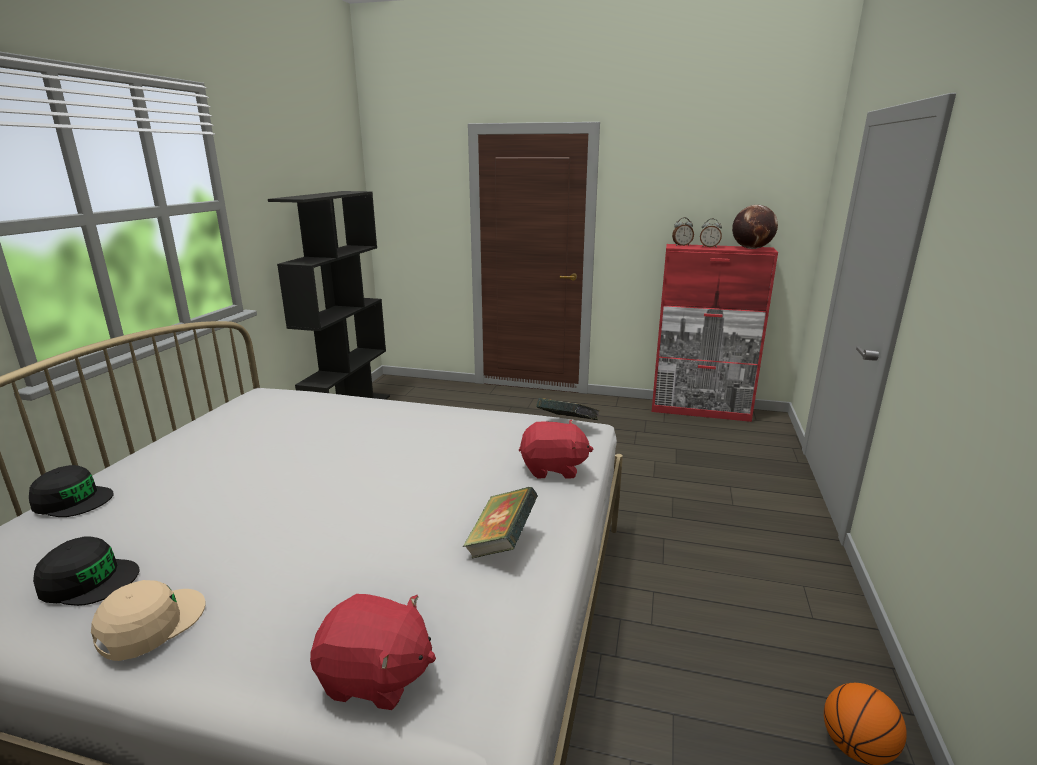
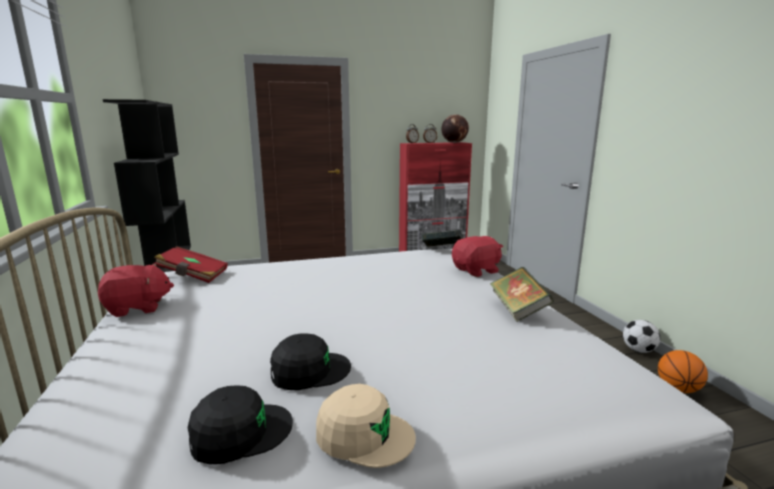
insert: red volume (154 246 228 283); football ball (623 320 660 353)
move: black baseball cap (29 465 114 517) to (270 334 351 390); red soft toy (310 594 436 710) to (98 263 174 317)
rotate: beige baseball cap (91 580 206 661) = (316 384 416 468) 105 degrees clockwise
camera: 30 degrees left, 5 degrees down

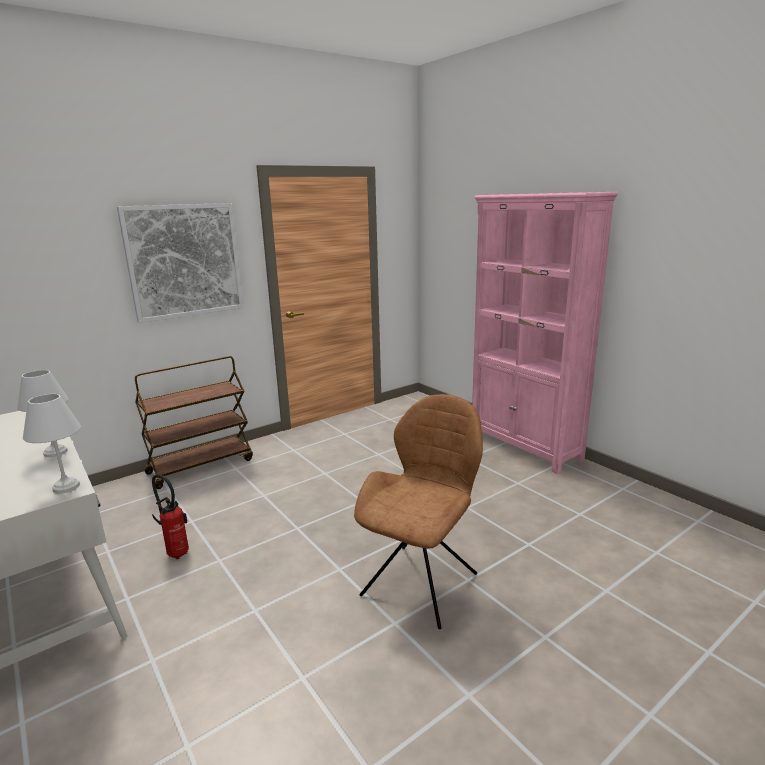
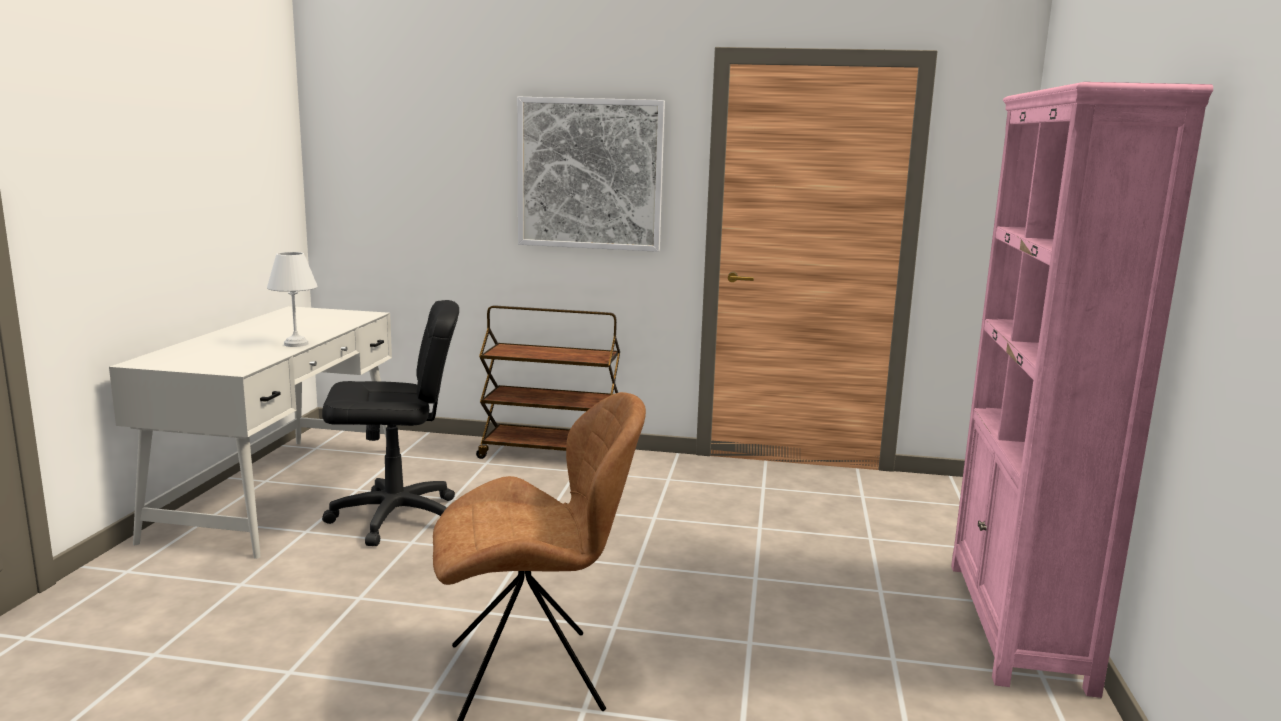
delete: whitish table lamp (23 394 81 494)
replace: fire extinguisher (152 474 189 559) to black computer chair (322 300 459 546)
camera: 45 degrees right, 5 degrees down

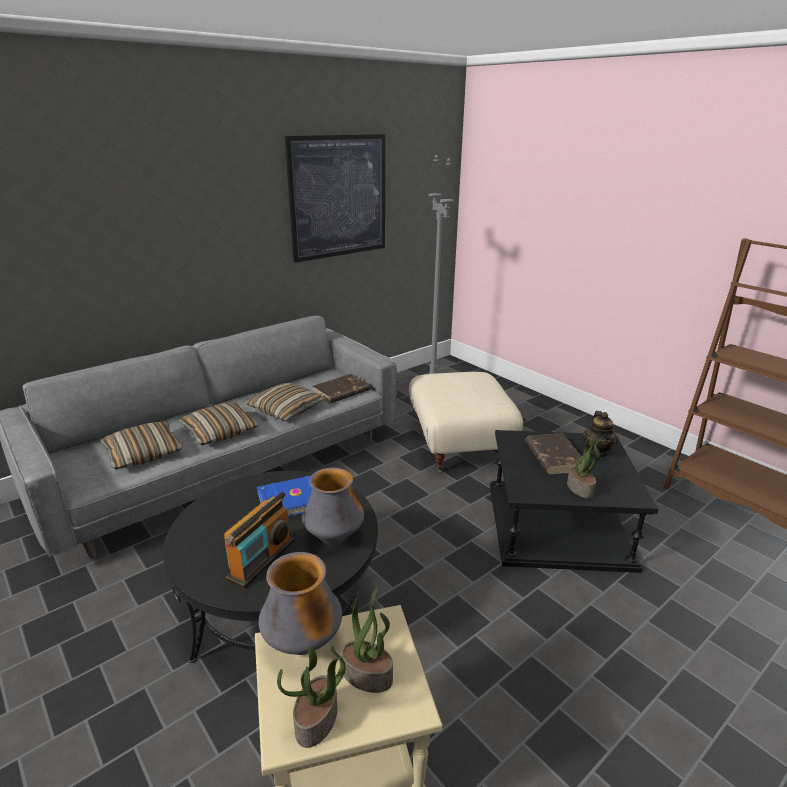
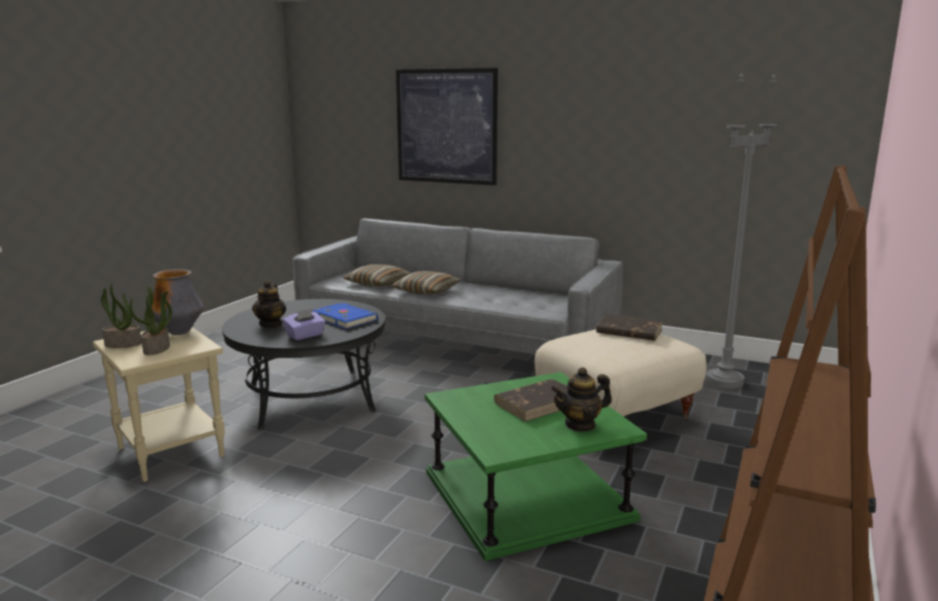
delete: pillow (245 383 325 421); plant in a pot (567 438 602 498)
move: wall art (285 134 385 263) to (396 68 498 185); brown-coloured volume (312 374 370 404) to (596 314 663 341)
replace: vase (302 468 364 546) to purple-coloured tissue holder (283 308 325 340); radio (224 492 294 589) to tea pot (252 281 286 327)
recolor: black accent table (490 430 659 573) to green accent table (425 372 647 561)
camera: 65 degrees right, 10 degrees down

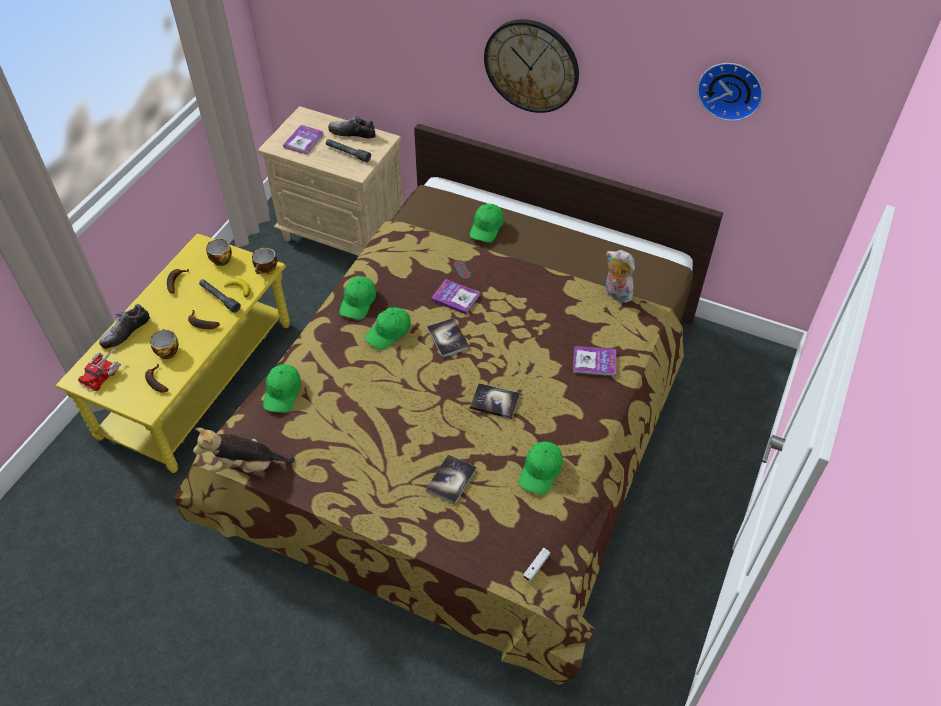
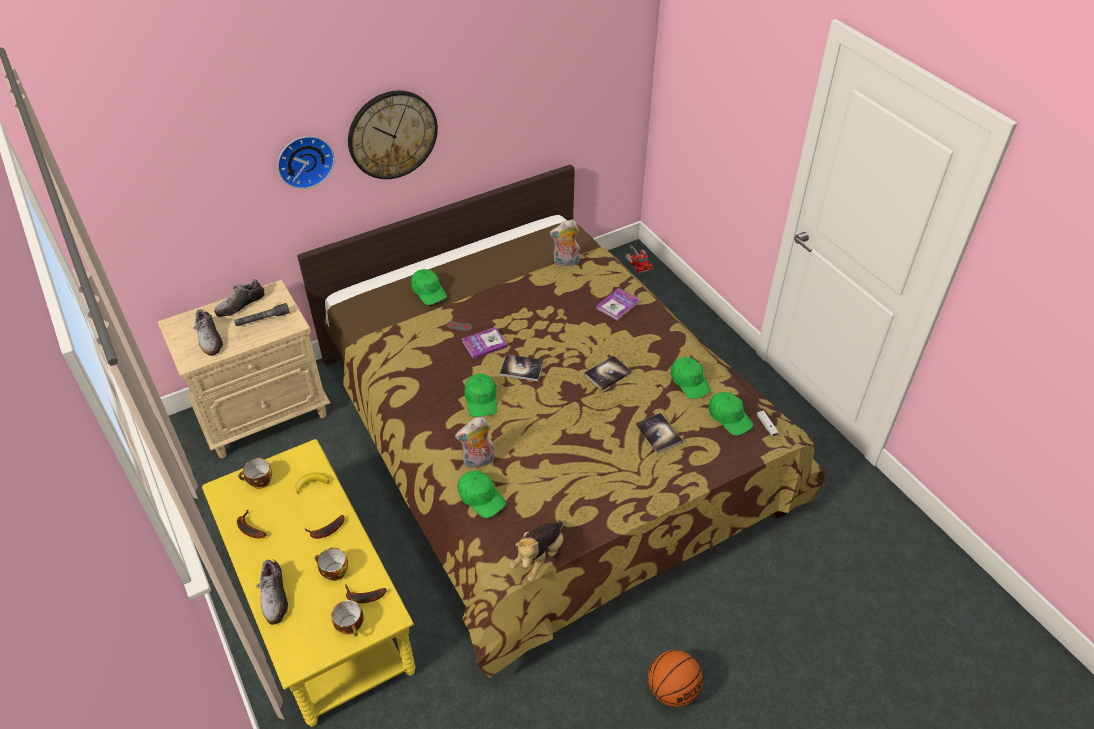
delete: gray torch (199 279 241 313)
insert: soft toy (455 417 494 469); ball for basketball (648 650 703 707)
move: hanging clock (697 63 763 121) to (277 136 335 189); cup (252 248 277 275) to (331 600 364 636); green baseball cap (339 276 376 320) to (709 392 754 436); toy lorry (78 347 121 391) to (625 246 653 273)
replace: volume (283 125 324 155) to shoe (193 309 223 356)
camera: 55 degrees left, 5 degrees down

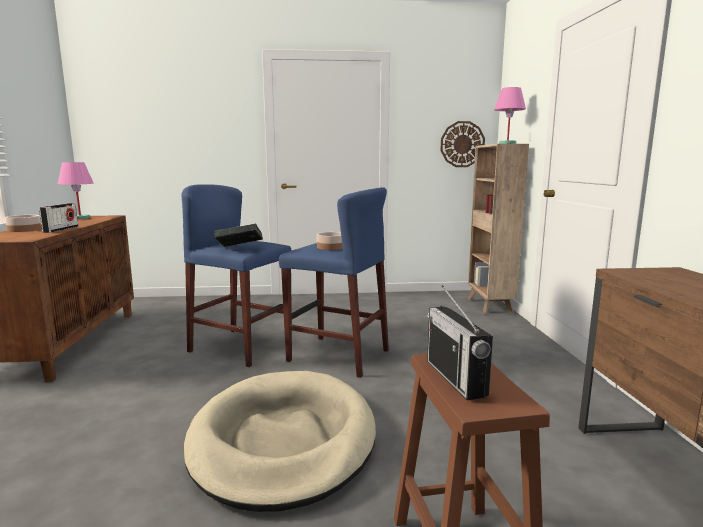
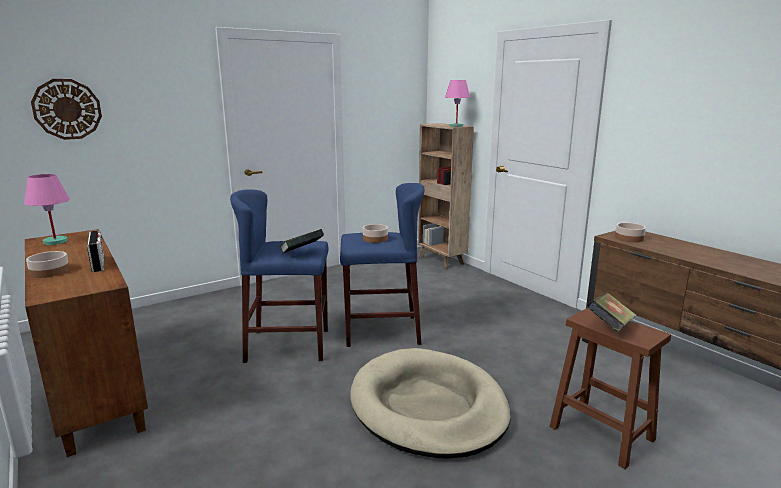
insert: bowl (615 223 646 242)
move: hanging clock (440 121 485 167) to (31 79 102 140)
replace: radio (427 285 493 400) to volume (587 292 636 332)
camera: 30 degrees left, 5 degrees up

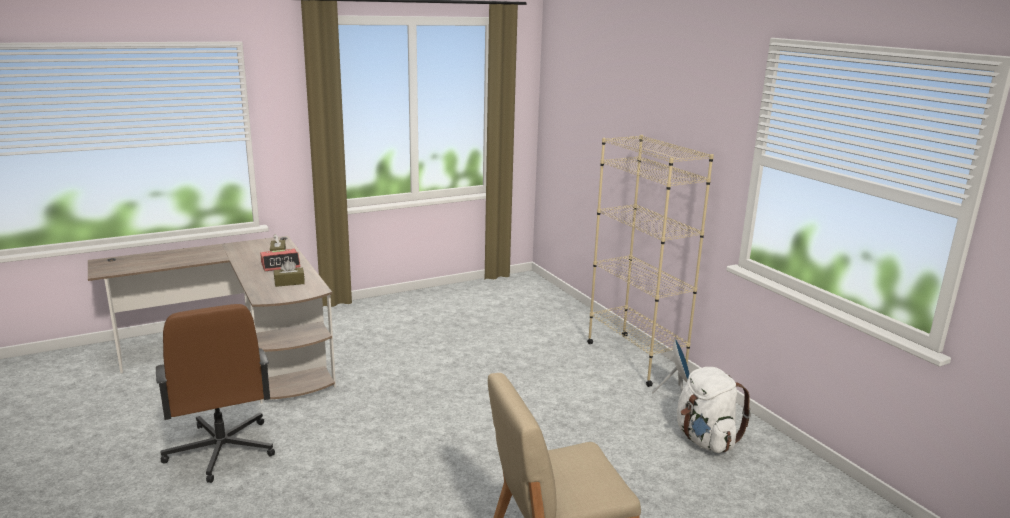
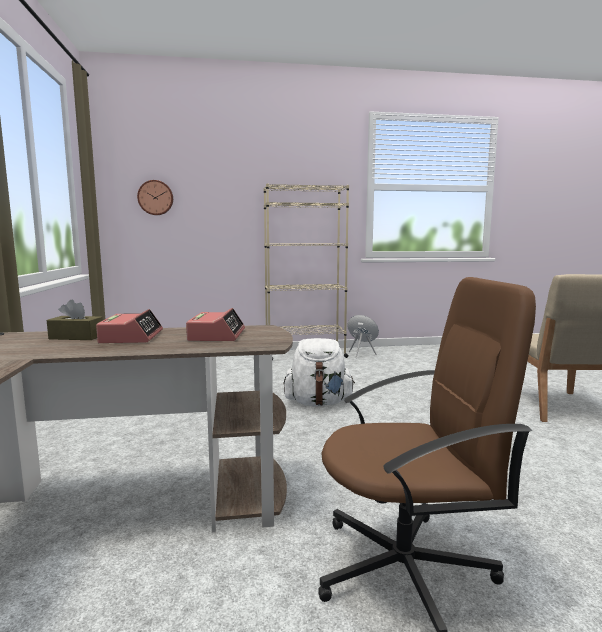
insert: hanging clock (137 180 173 215)
move: whitish backpack (677 367 751 453) to (283 338 355 406)
replace: brown-coloured tissue holder (274 260 305 287) to bedside clock (186 308 245 341)
camera: 70 degrees left, 10 degrees down

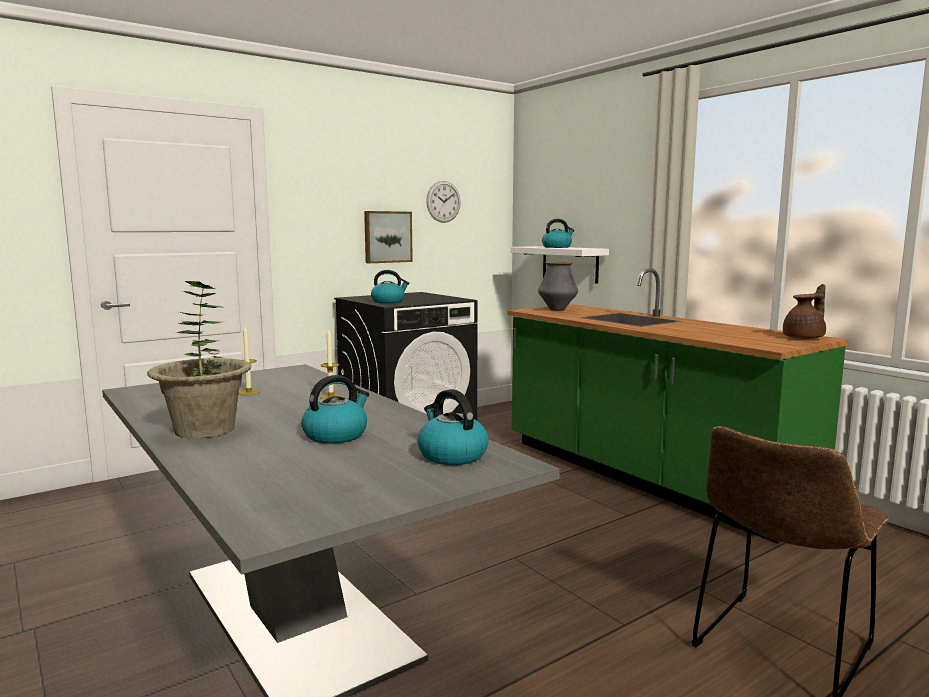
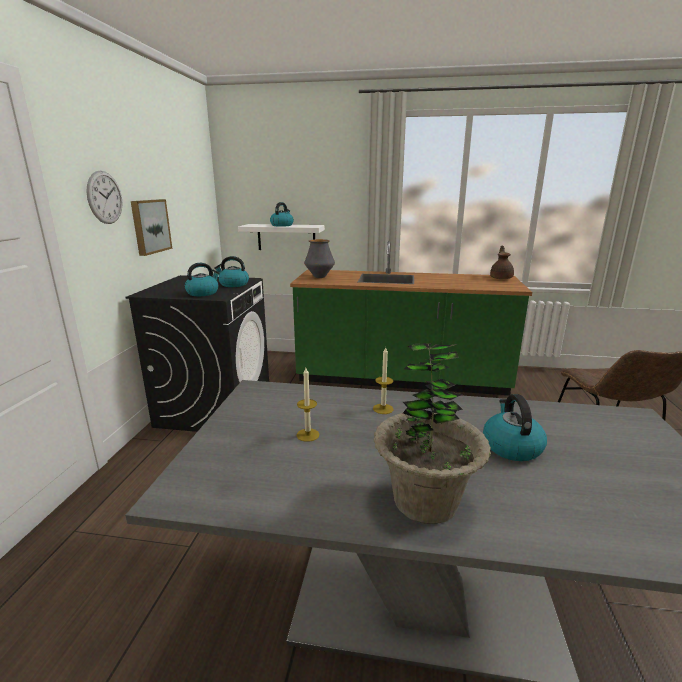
move: hanging clock (426 181 461 223) to (86 171 123 224); kettle (418 389 488 465) to (214 256 249 287)
camera: 45 degrees left, 10 degrees up

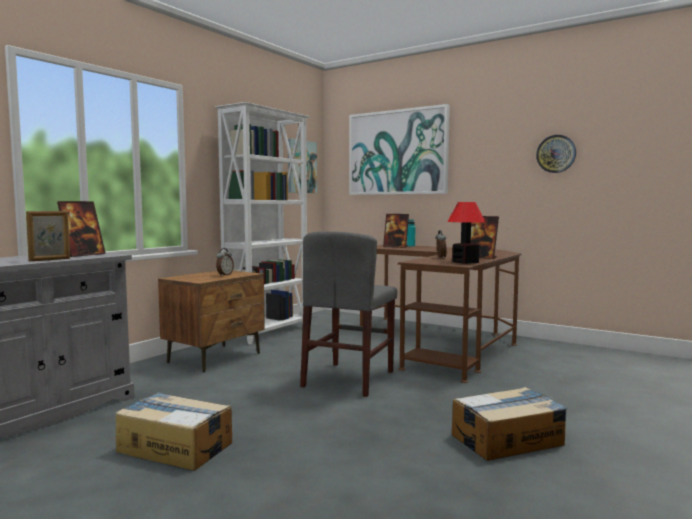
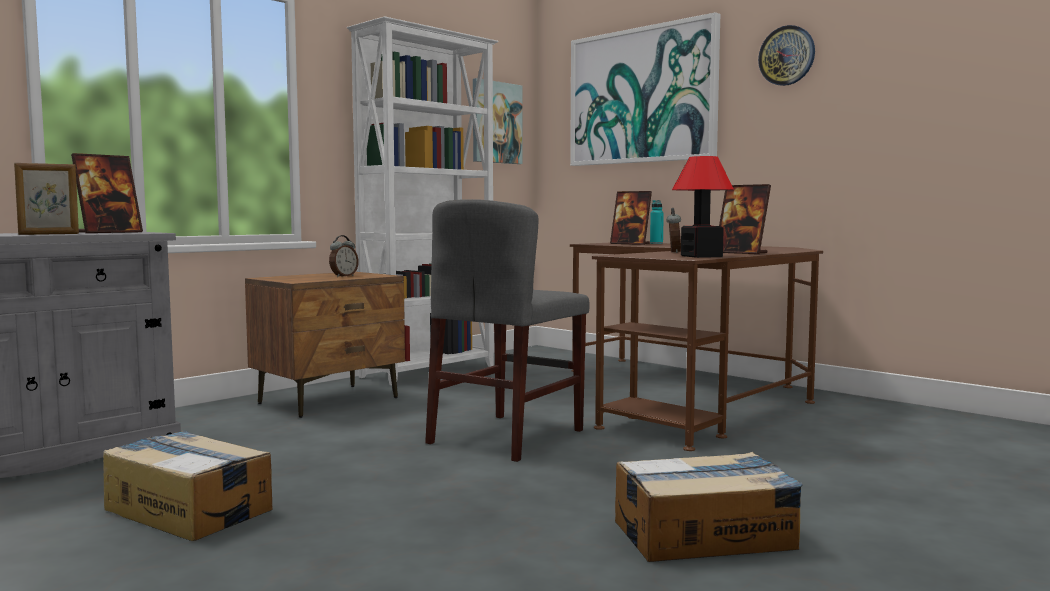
move: hanging clock (536 135 576 173) to (758 25 815 86)
camera: 10 degrees right, 0 degrees up

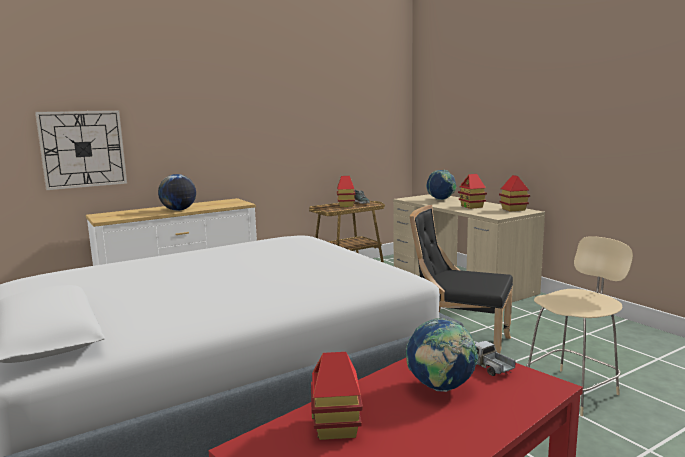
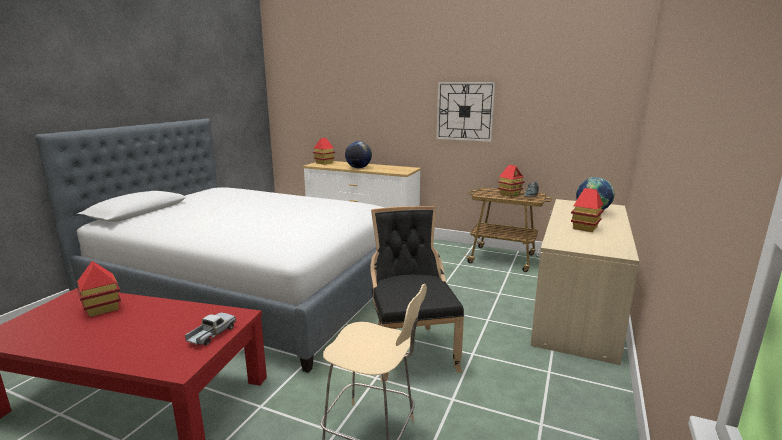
delete: globe (406 318 478 392)
move: hanging clock (35 110 127 190) to (436 82 495 142); toy house (499 175 530 212) to (313 138 335 165)
camera: 55 degrees right, 5 degrees up

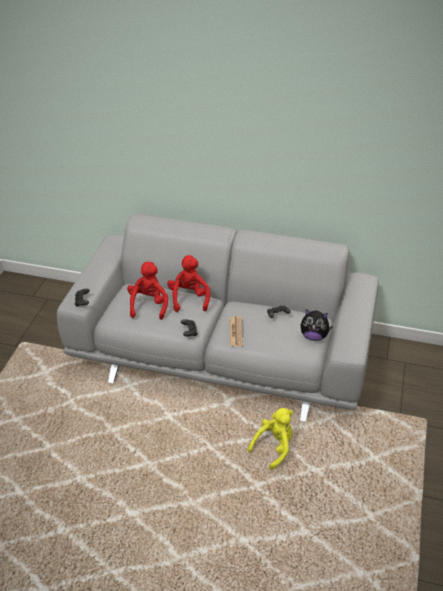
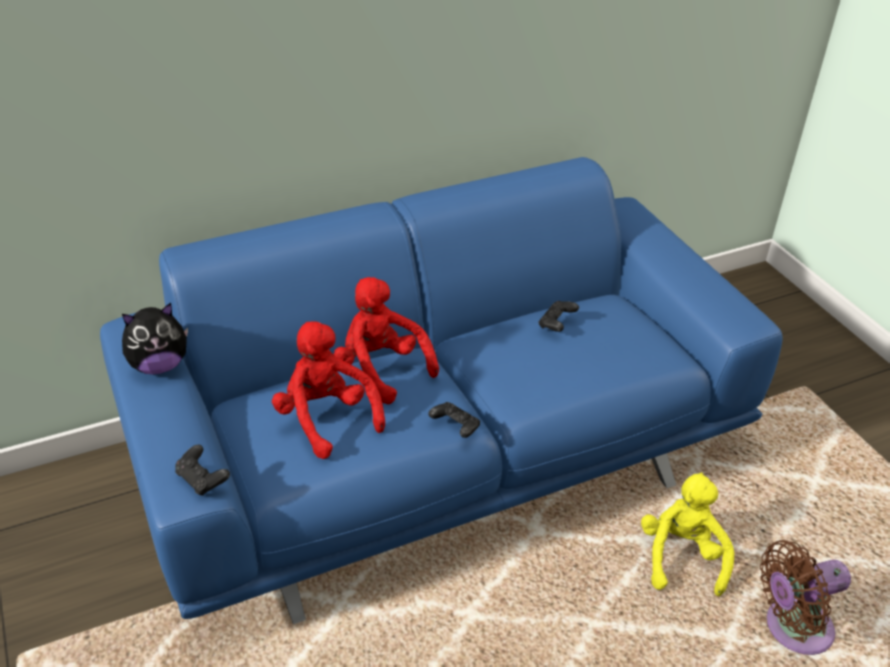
delete: daily paper (229 316 243 347)
insert: brown-coloured electric fan (760 540 851 655)
move: soft toy (301 310 333 341) to (122 303 188 374)
recolor: gray couch (57 213 379 422) to blue-coloured couch (100 157 783 624)
camera: 40 degrees left, 0 degrees up

